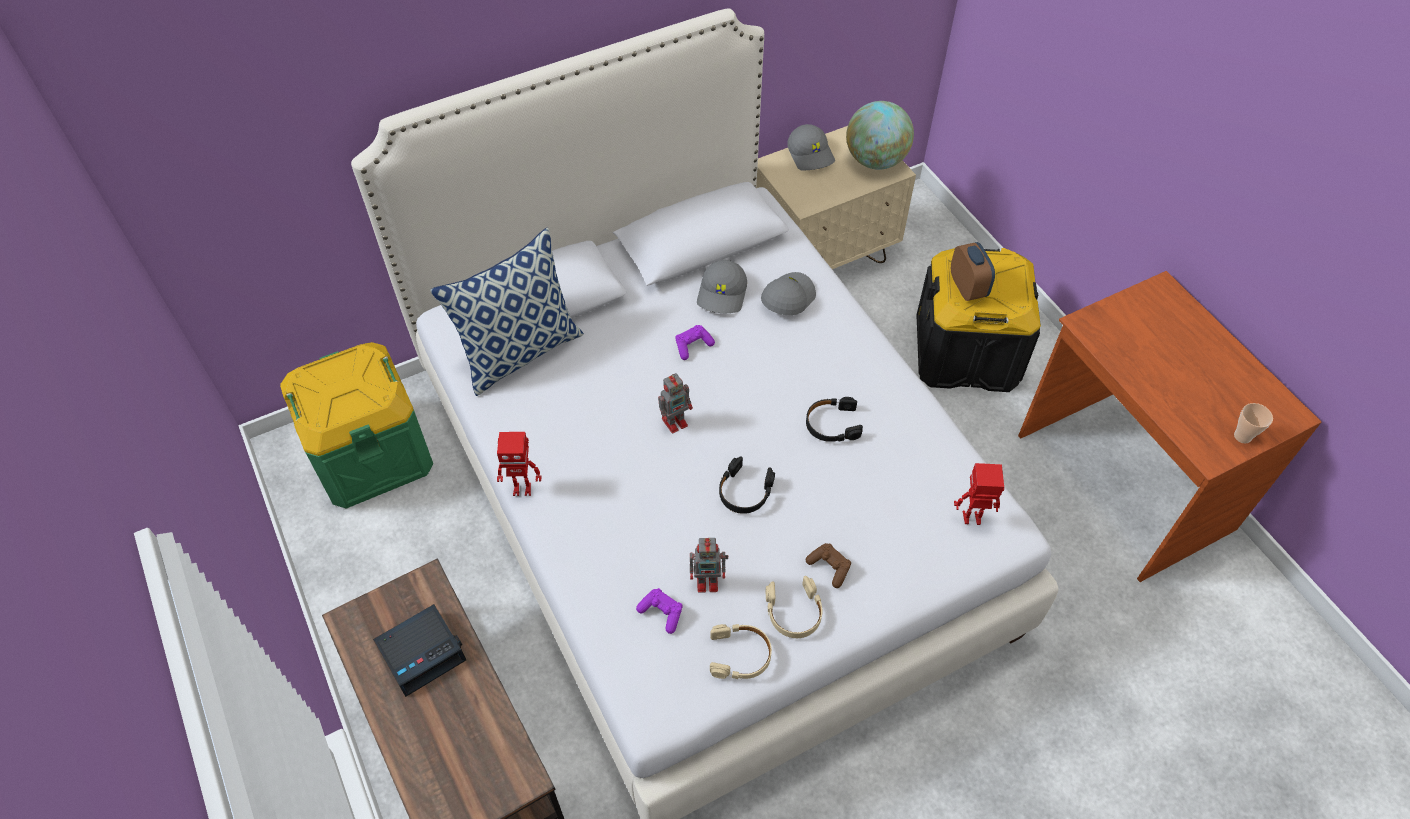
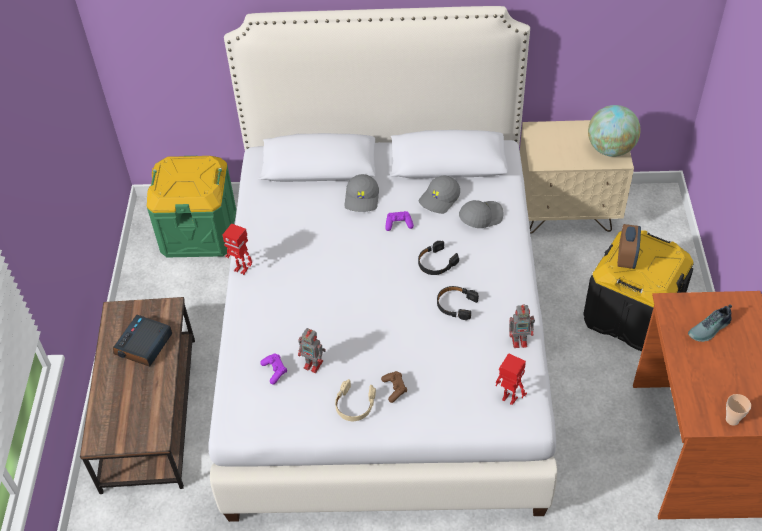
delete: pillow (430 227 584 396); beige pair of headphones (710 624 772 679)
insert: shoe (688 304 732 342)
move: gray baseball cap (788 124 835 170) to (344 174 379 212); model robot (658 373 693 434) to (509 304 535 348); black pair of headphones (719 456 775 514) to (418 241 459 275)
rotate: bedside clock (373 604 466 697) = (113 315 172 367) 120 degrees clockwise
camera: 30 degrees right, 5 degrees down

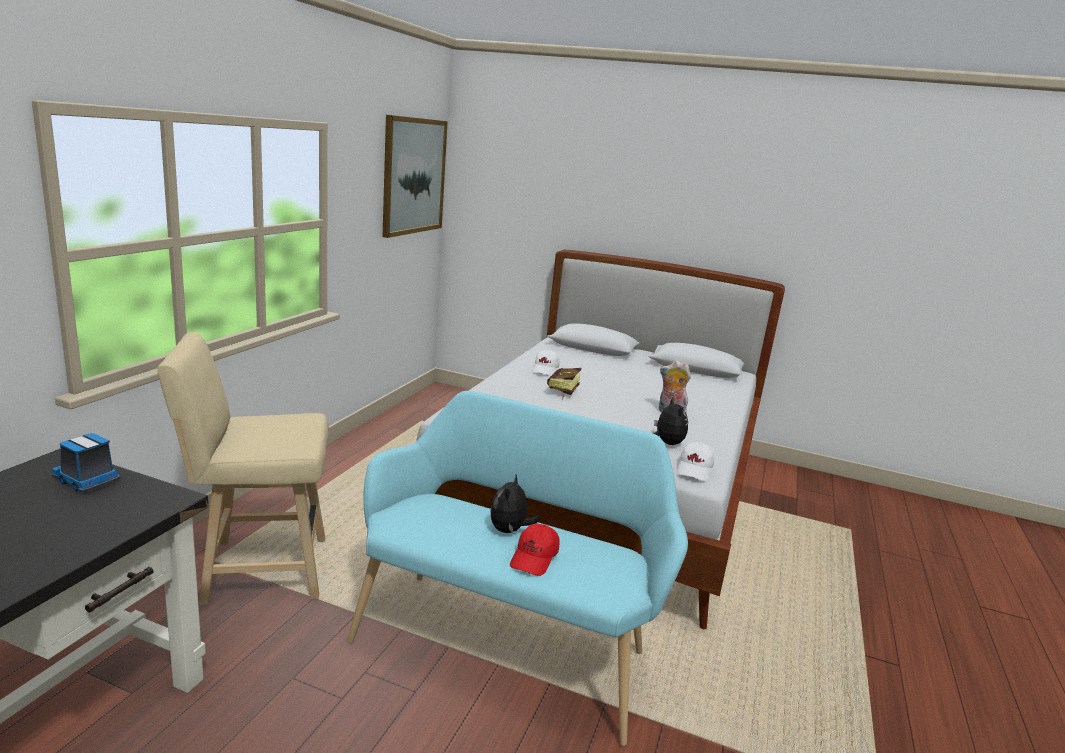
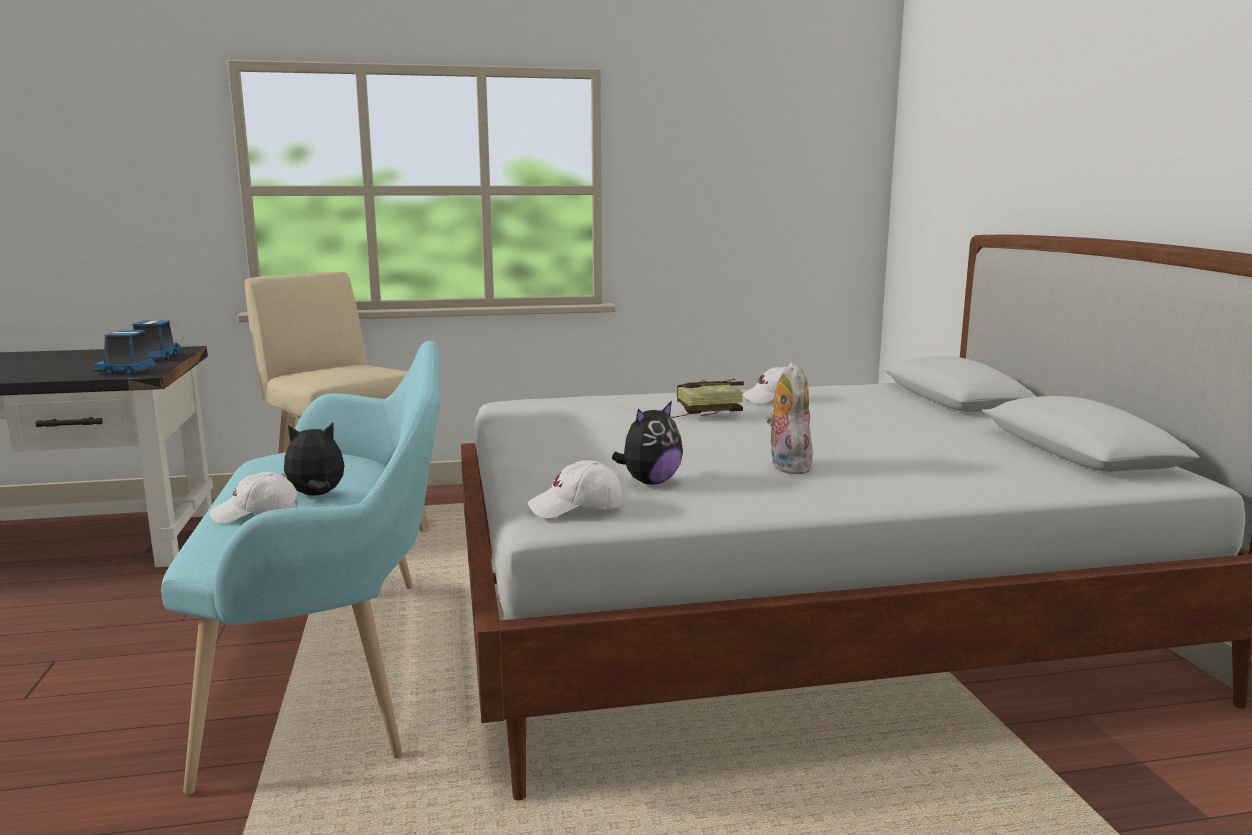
delete: wall art (382 115 448 238)
insert: toy lorry (93 330 158 375)
recolor: red baseball cap (510 524 559 576) to whitish baseball cap (210 472 298 524)
camera: 60 degrees right, 5 degrees down

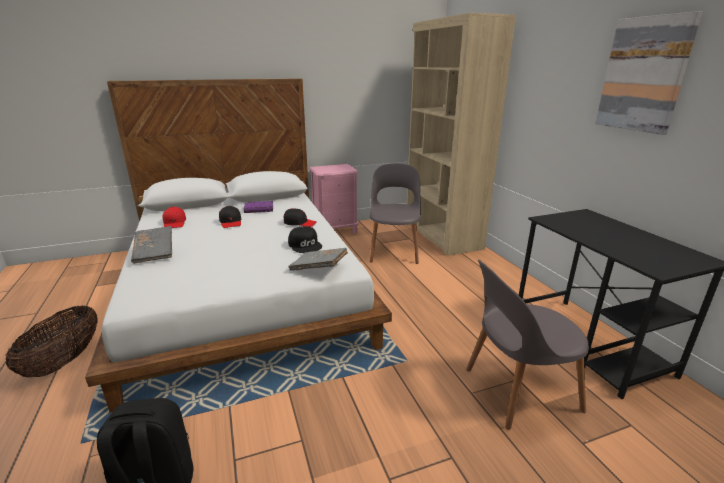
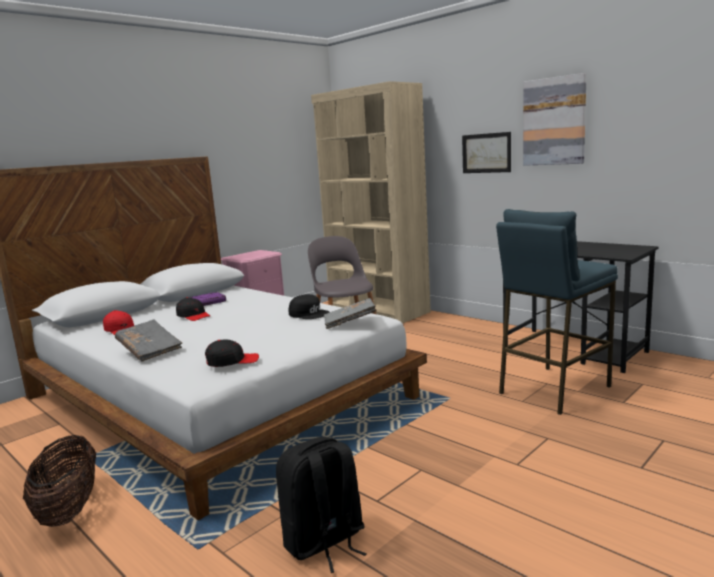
insert: wall art (462 132 511 173)
move: black baseball cap (284 208 316 227) to (205 339 259 367)
replace: gray plain chair (466 260 589 430) to blue-coloured stool (496 209 618 415)
camera: 25 degrees left, 10 degrees down

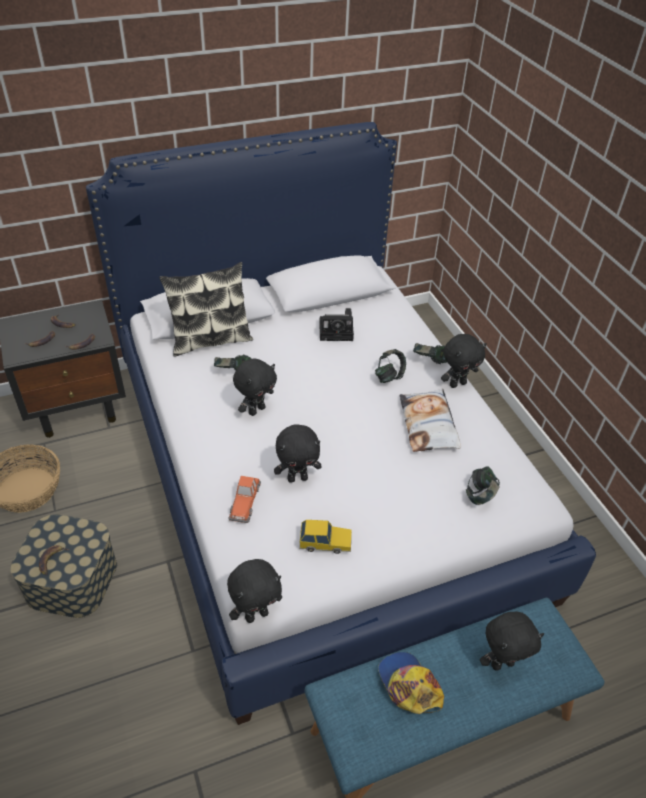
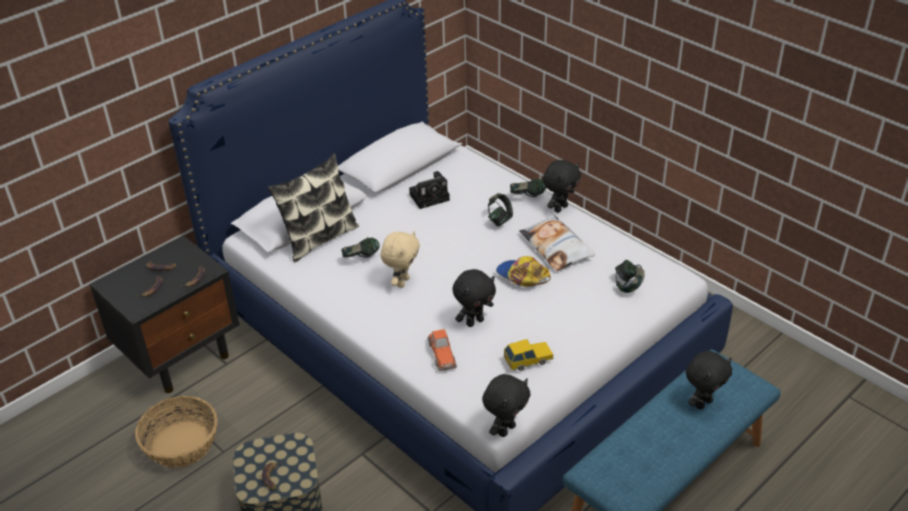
move: baseball cap (378 652 444 714) to (496 256 551 287)
recolor: black soft toy (233 358 277 416) to beige soft toy (380 231 420 288)
camera: 20 degrees left, 5 degrees down

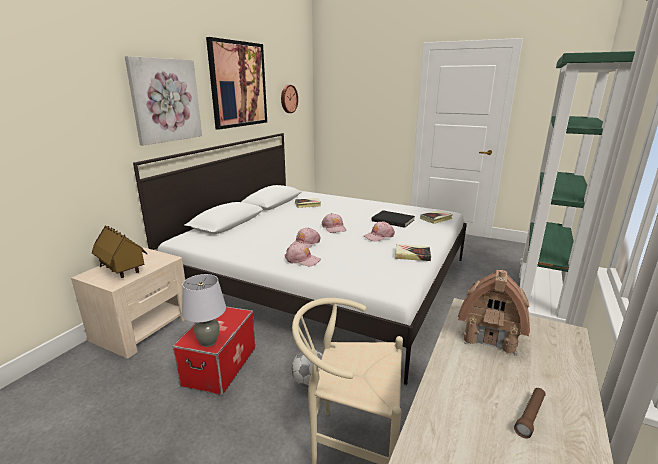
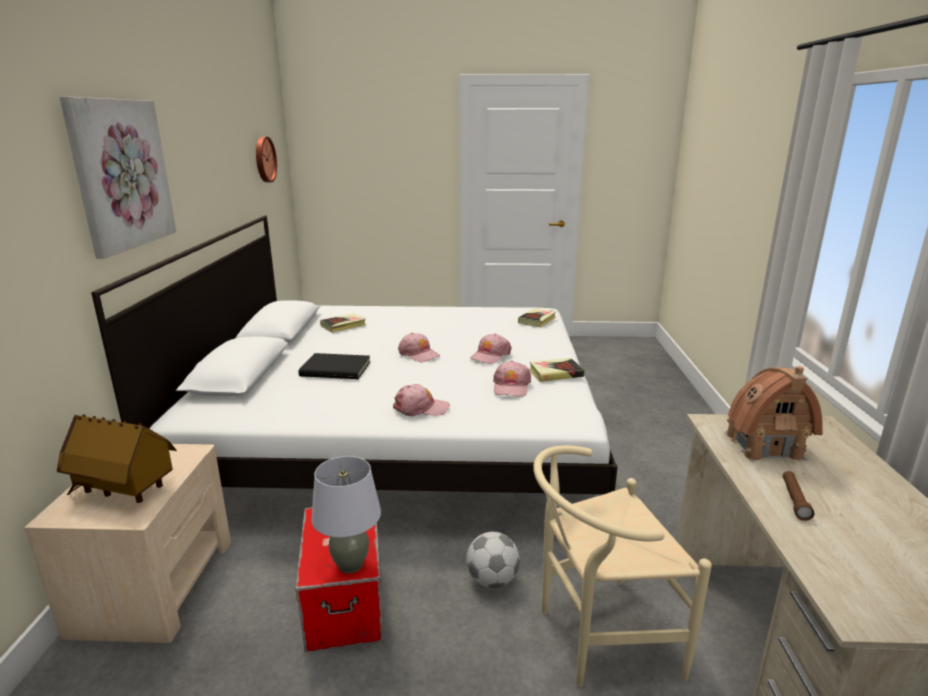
delete: wall art (206 37 267 130); green shelving unit (519 51 635 323)
move: black volume (372 210 415 228) to (298 353 370 379); pinkish baseball cap (290 227 320 249) to (493 361 531 397); brown-coloured torch (514 388 546 439) to (783 471 814 521)
camera: 25 degrees left, 0 degrees up

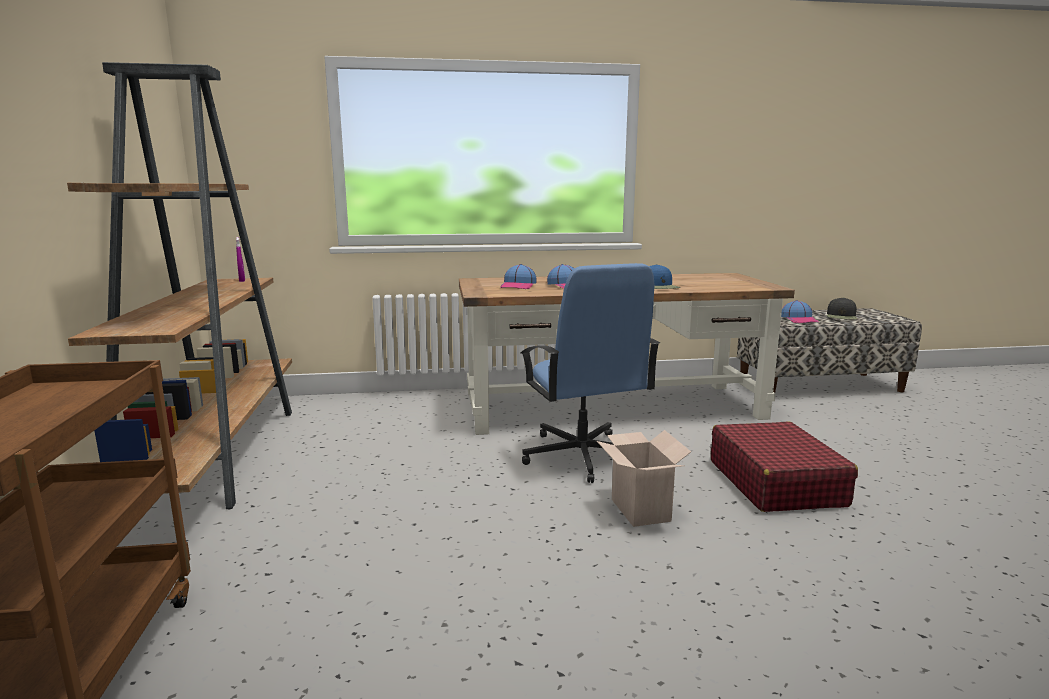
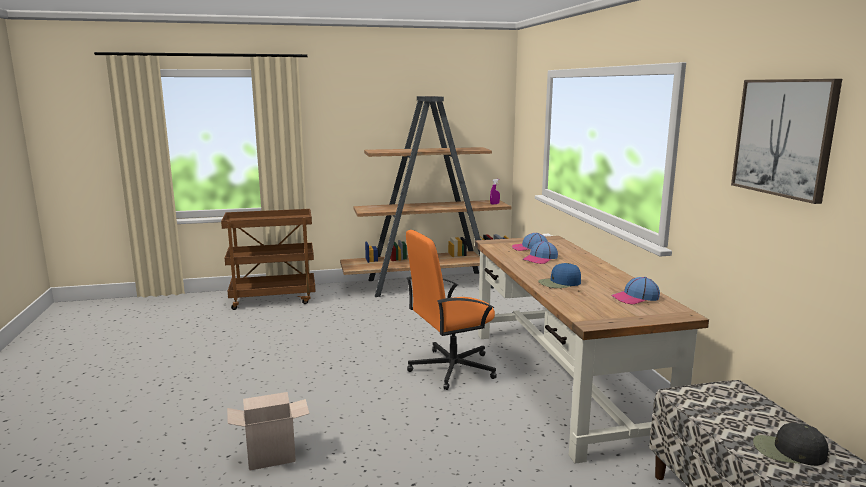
delete: red suitcase (711 421 858 512)
insert: wall art (731 79 842 204)
move: baseball cap (781 300 818 323) to (612 277 660 304); packing box (597 430 691 527) to (227 392 310 470)
recolor: blue-coloured computer chair (521 263 660 483) to orangey computer chair (406 230 497 390)
camera: 85 degrees right, 0 degrees up

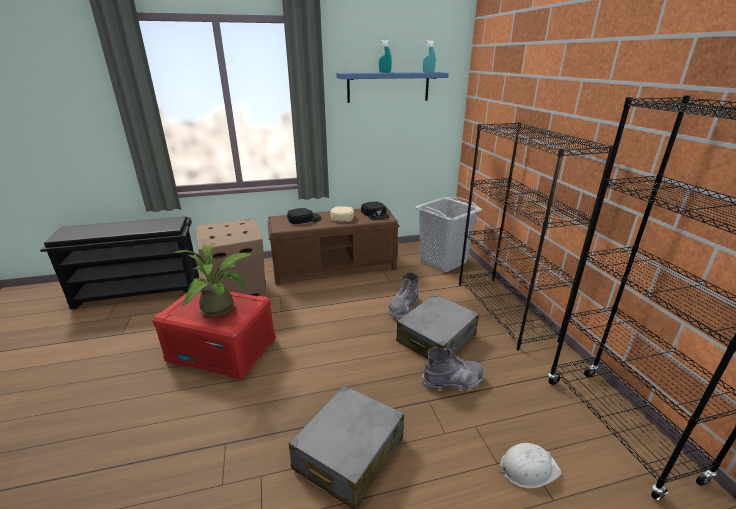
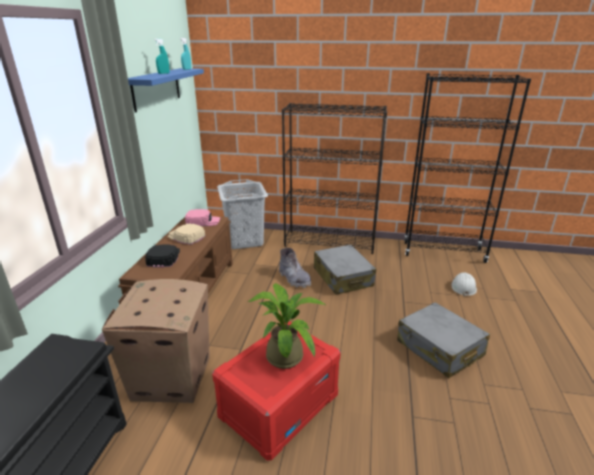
delete: gray boot (421 347 484 391)
recolor: black baseball cap (361 201 390 221) to pinkish baseball cap (185 209 220 226)
camera: 65 degrees left, 0 degrees up

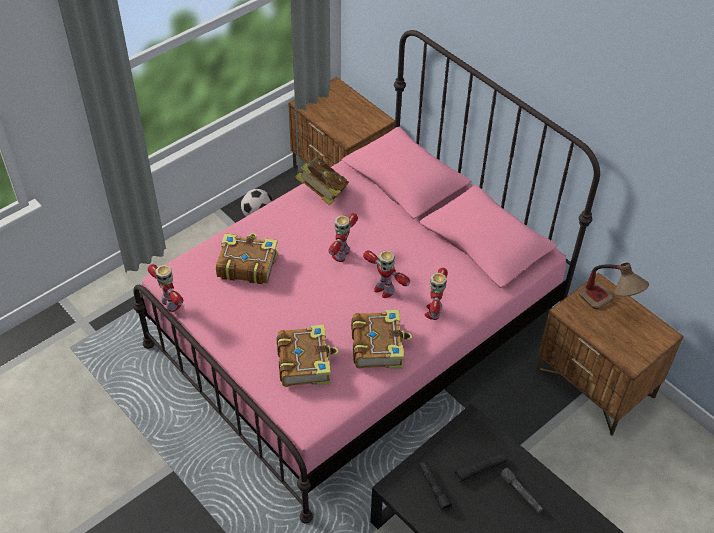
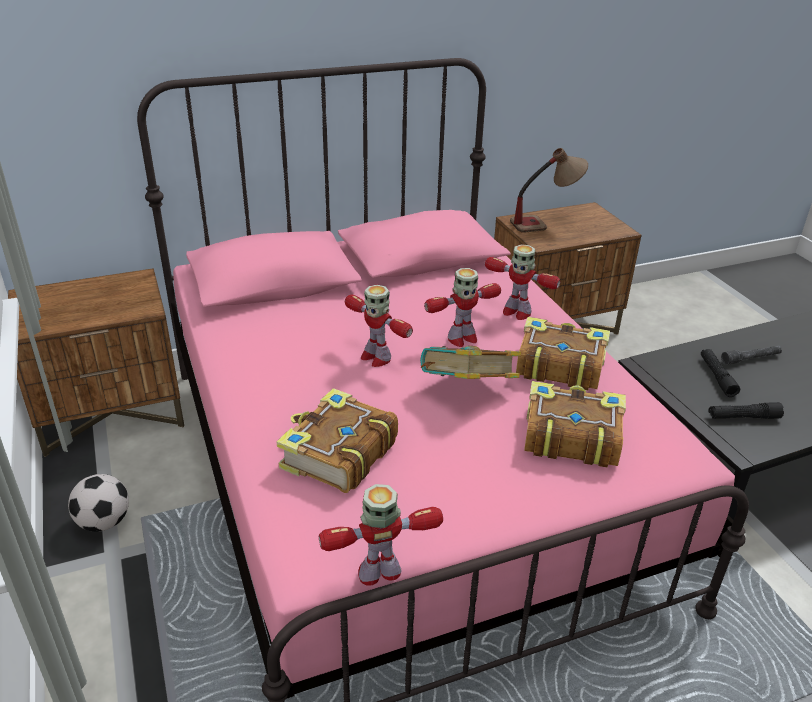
move: volume (295 157 349 205) to (420 346 521 379)
camera: 70 degrees left, 15 degrees down

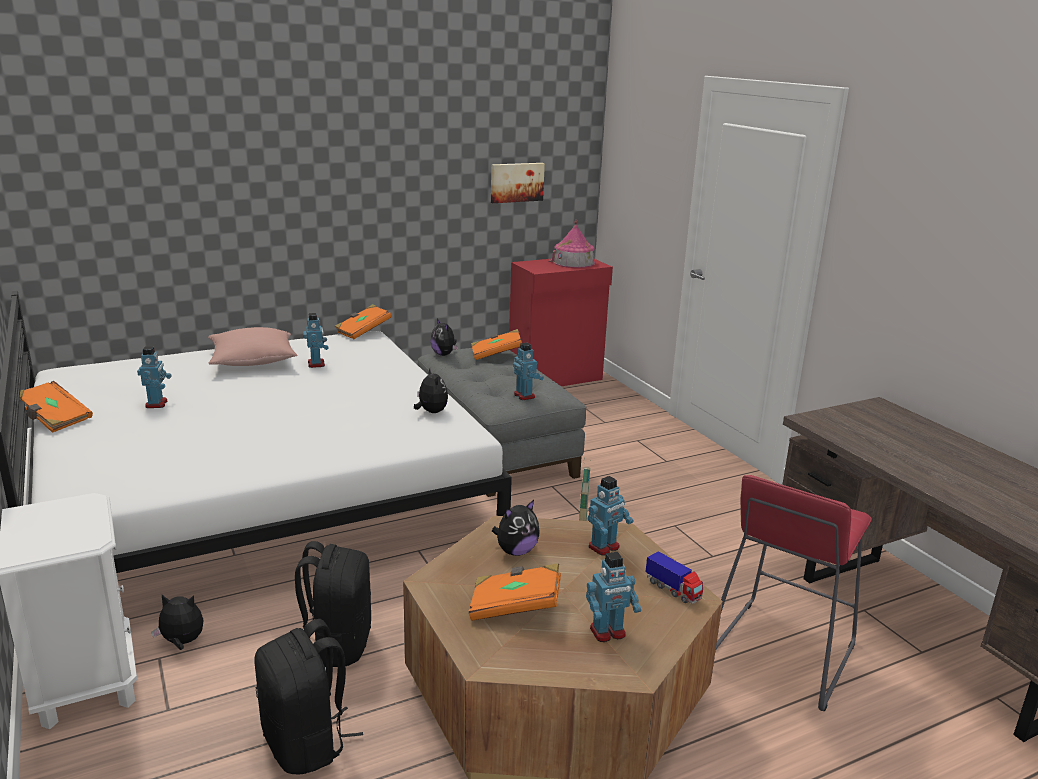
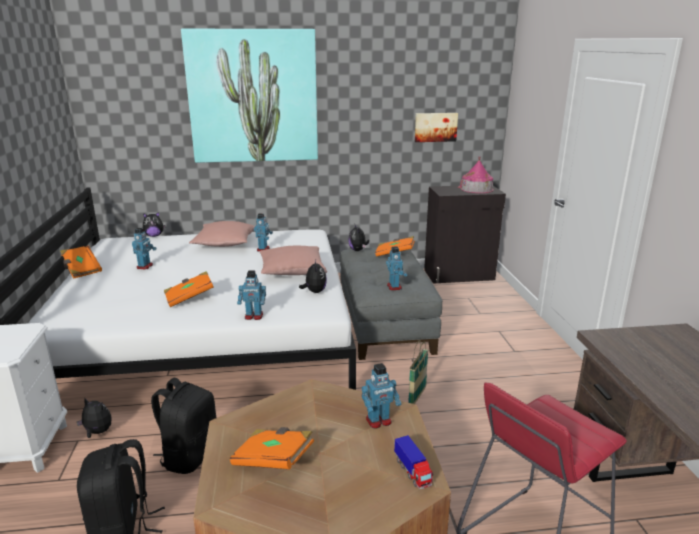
insert: wall art (181 29 318 163); pinkish pillow (260 246 327 275)
move: orangey volume (335 304 392 339) to (164 271 214 307); soft toy (492 500 540 556) to (143 212 165 237); model robot (586 552 641 642) to (237 270 266 320)
recolor: red storage cabinet (509 259 613 386) to black storage cabinet (424 186 506 284)
camera: 20 degrees right, 0 degrees up

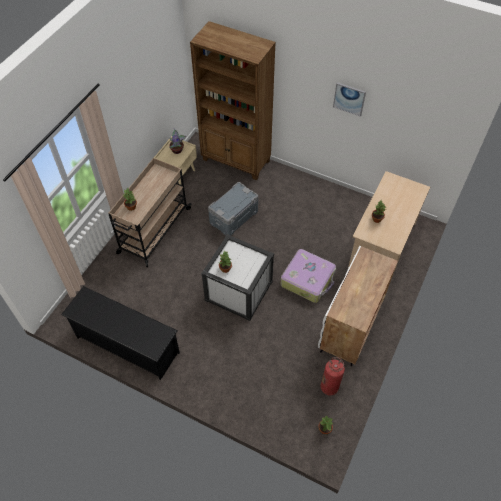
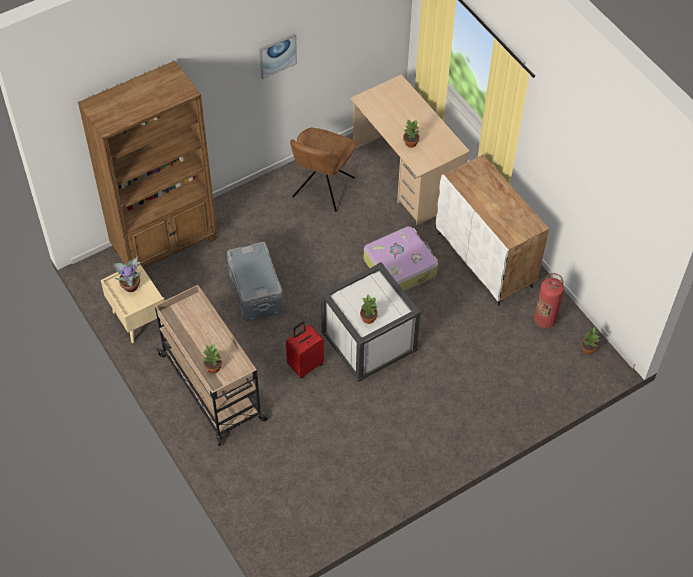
delete: black shoe stand (61 286 180 380)
insert: brown-coloured plain chair (290 128 356 212); red suitcase (286 322 324 378)
camera: 60 degrees left, 0 degrees up

